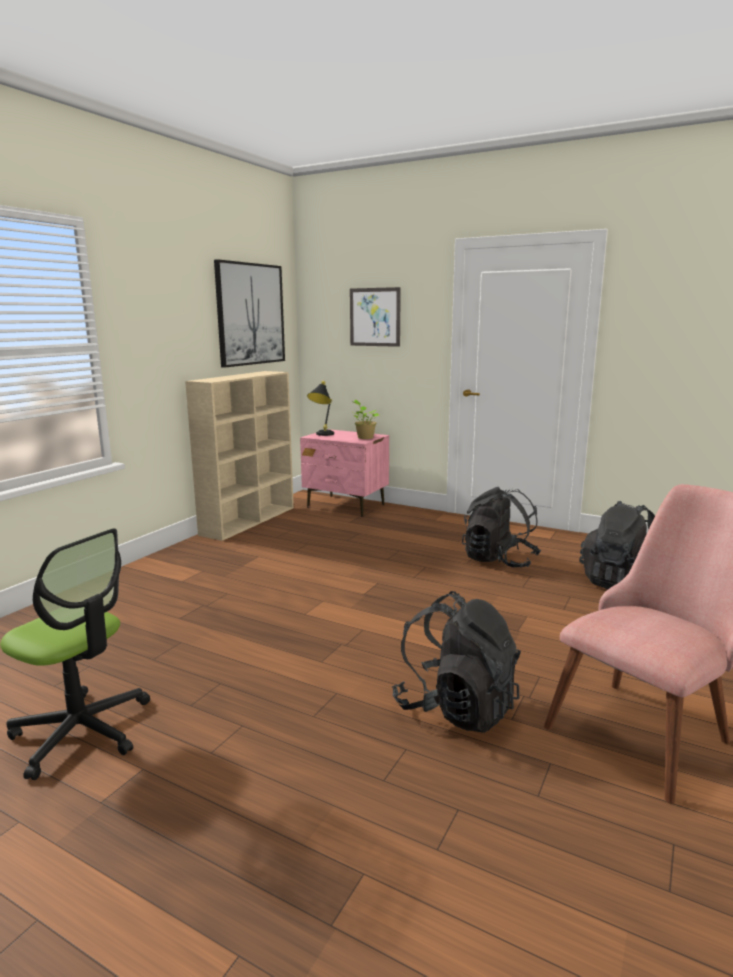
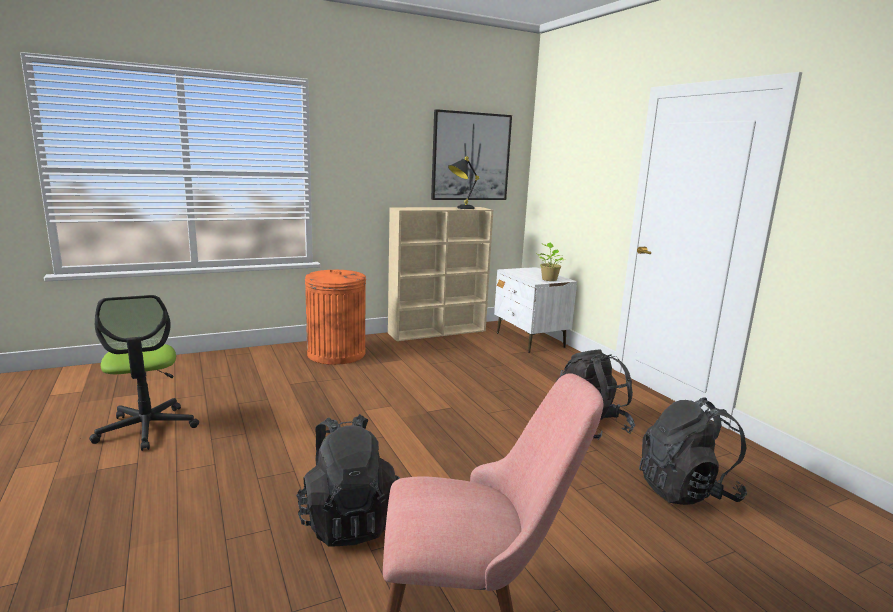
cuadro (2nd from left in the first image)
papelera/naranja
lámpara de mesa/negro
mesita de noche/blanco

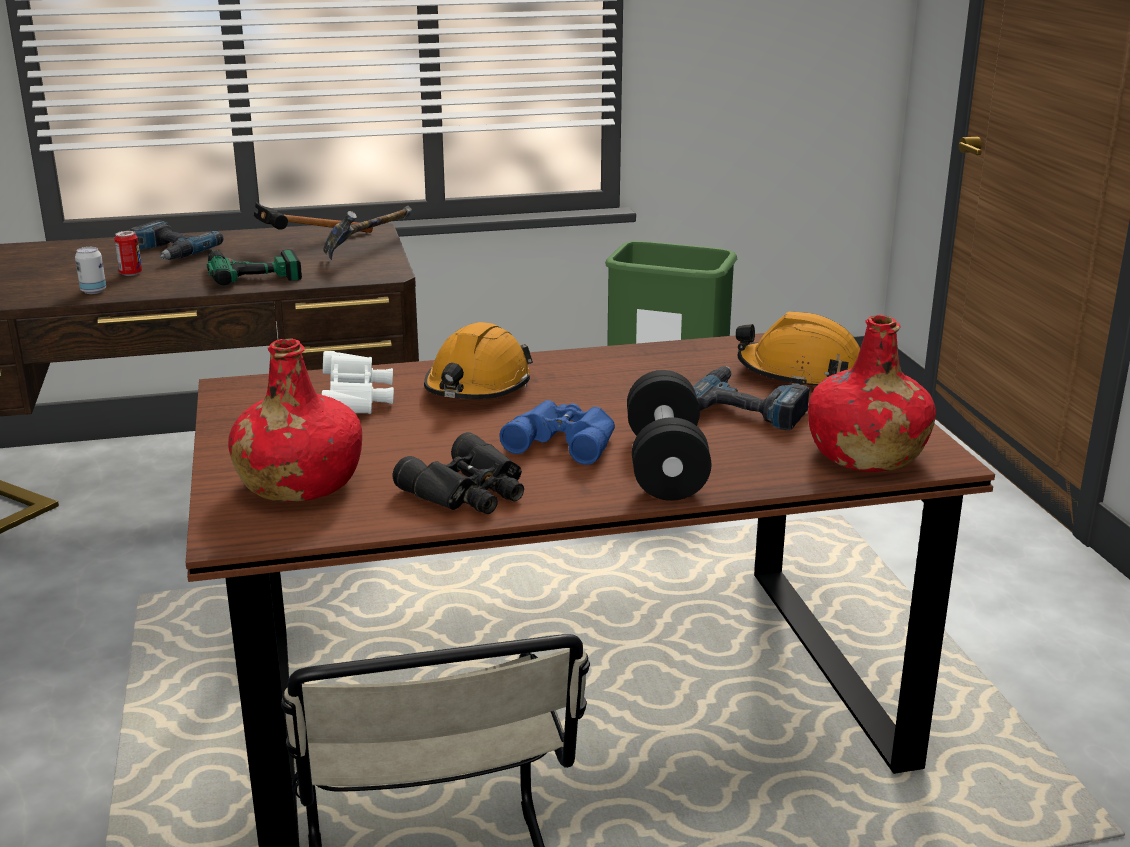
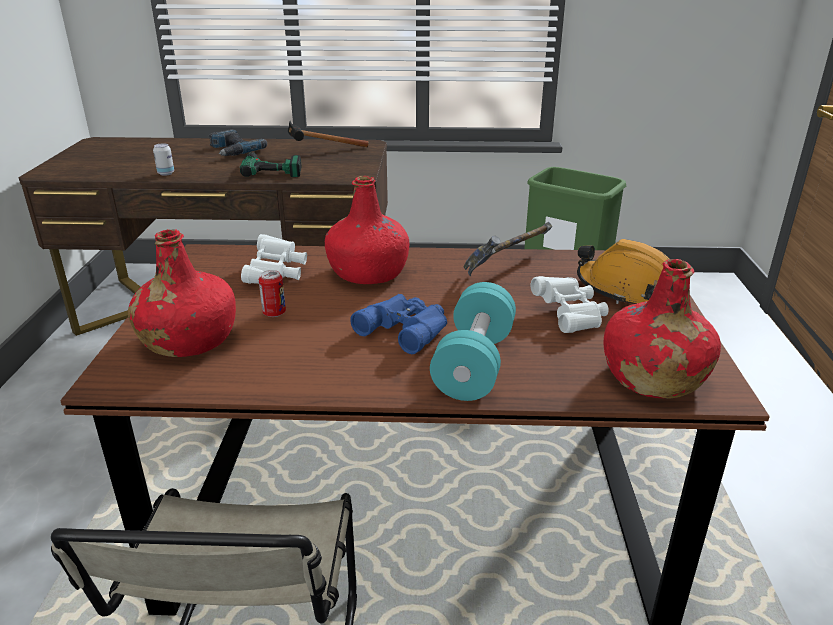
prismáticos/negro
lata (2nd from left)
martillo (2nd from left)
botella/rojo (2nd from left)
prismáticos/blanco (2nd from left)
mancuerna/turquesa

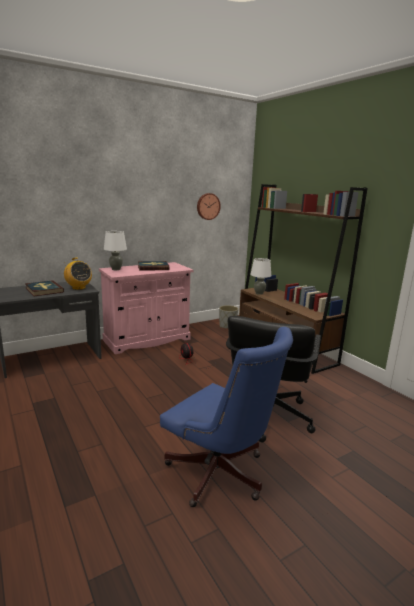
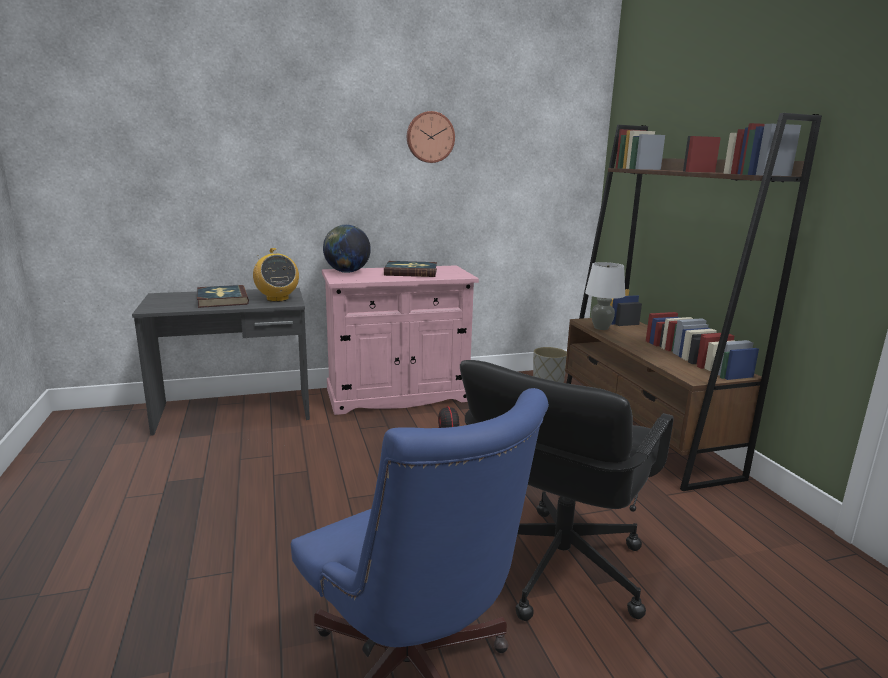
reloj de pared
globo terráqueo

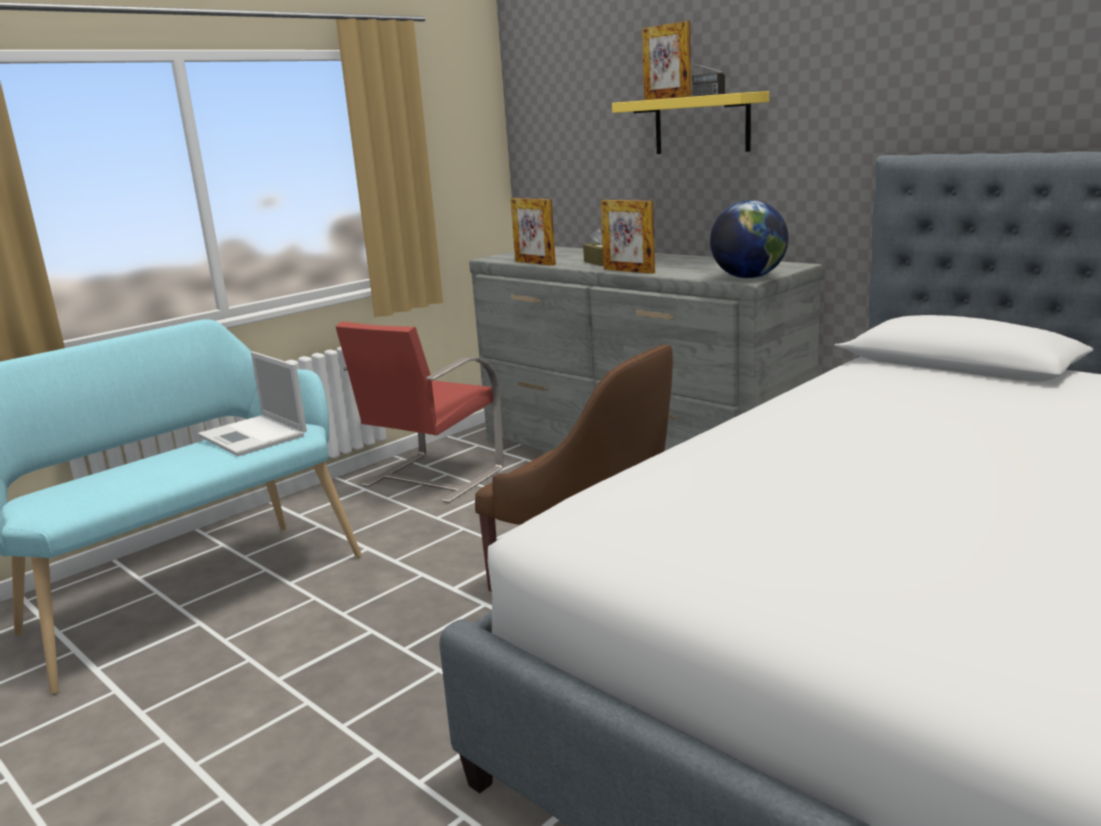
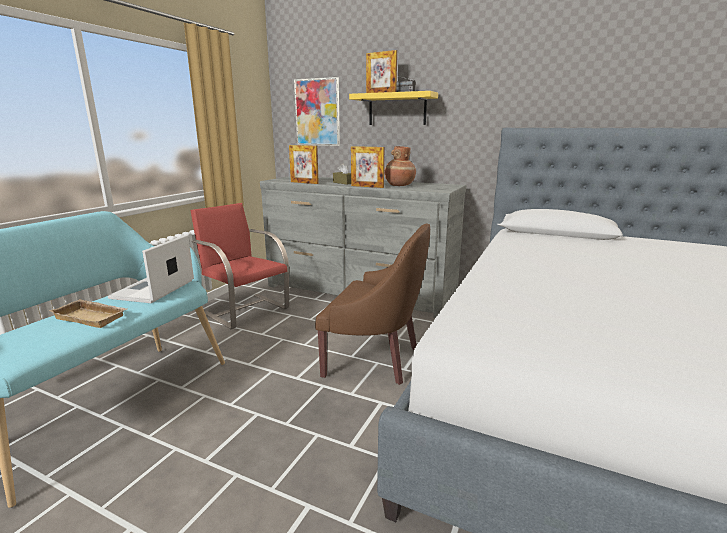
globo terráqueo
bandeja/beis
cuadro
florero/marrón
portátil
silla/rojo

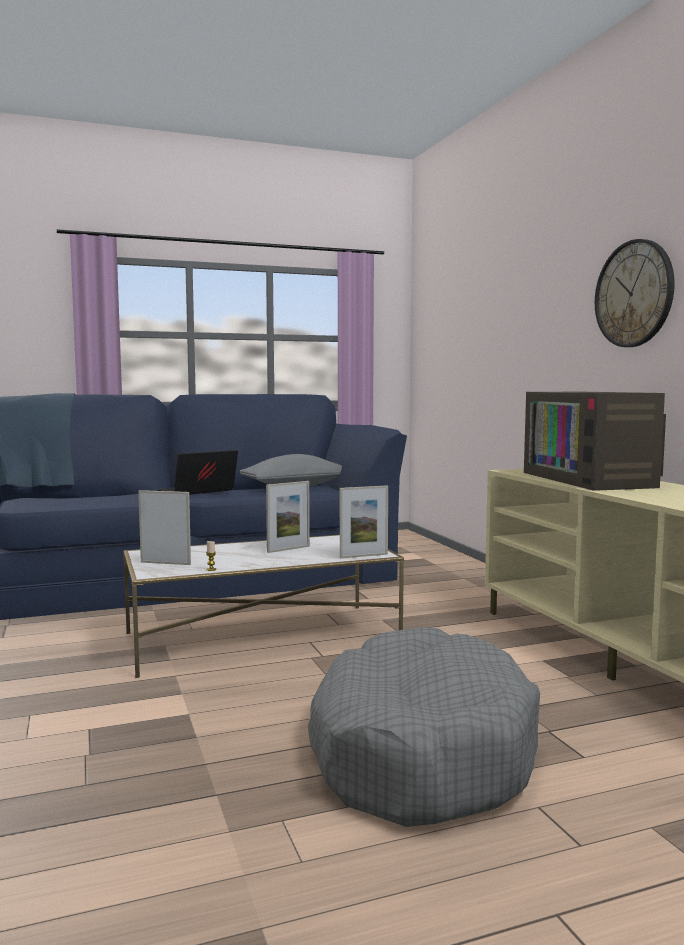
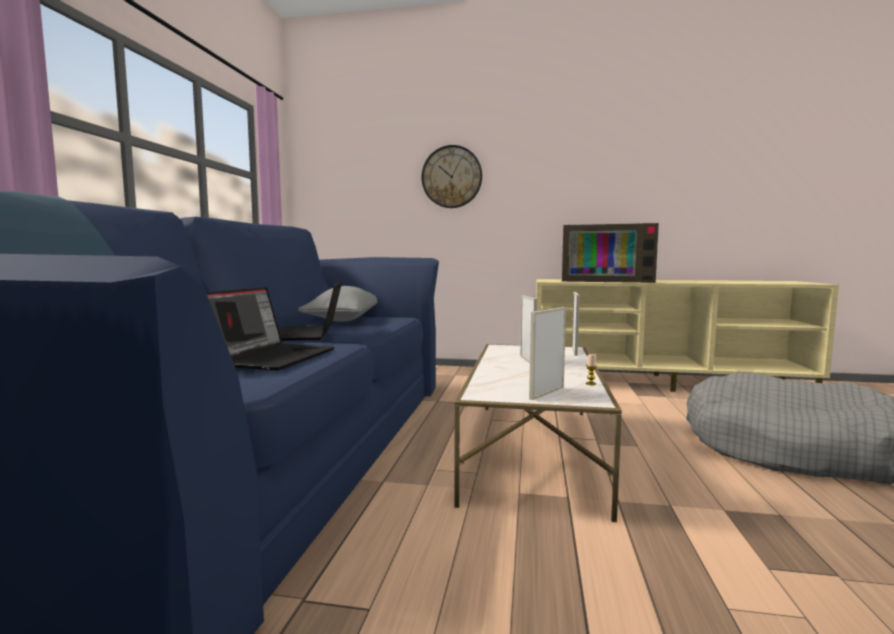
portátil (1st from left)
reloj de pared

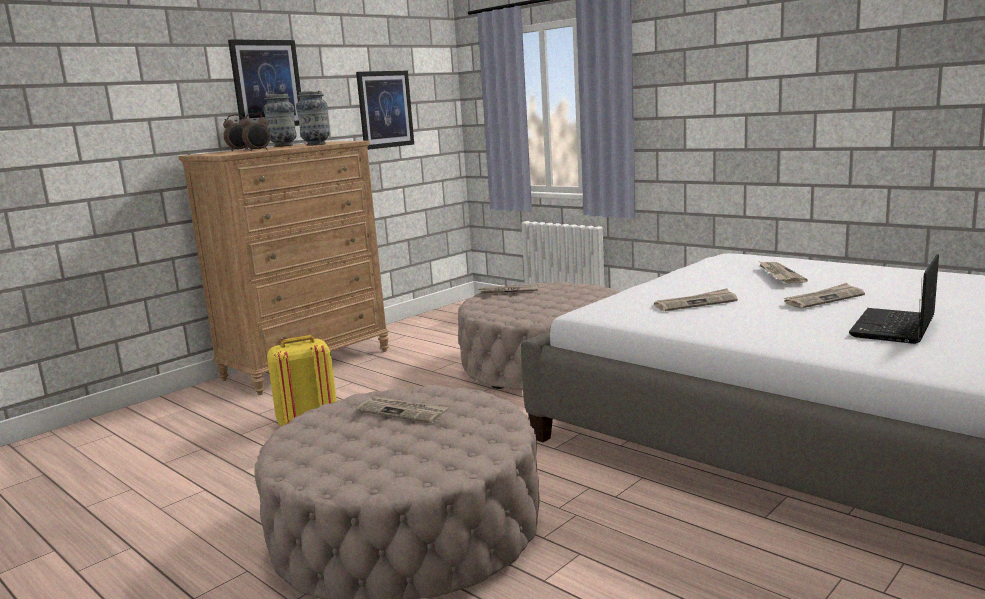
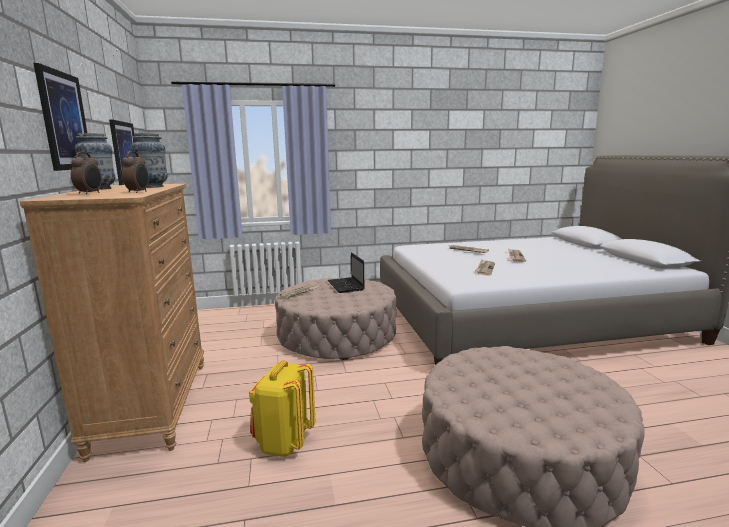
periódico (1st from left in the first image)
portátil

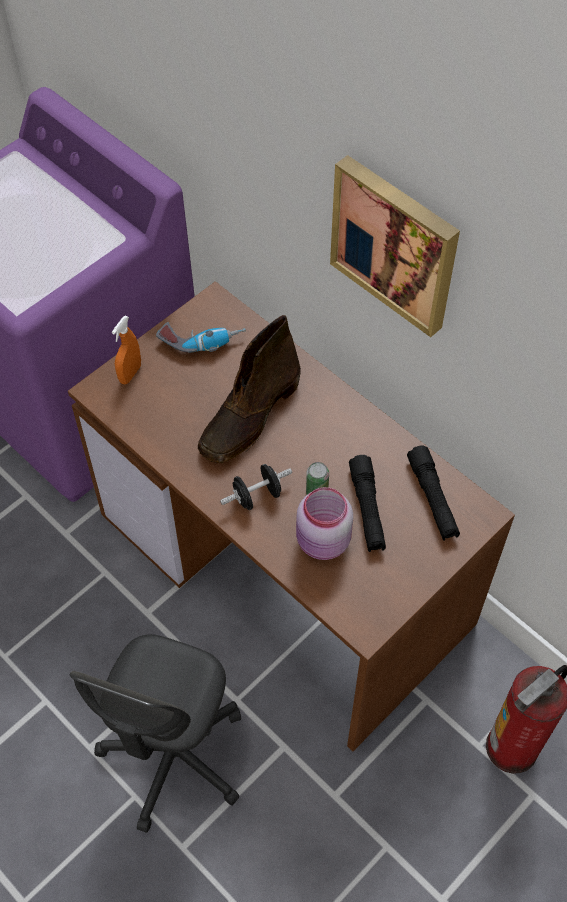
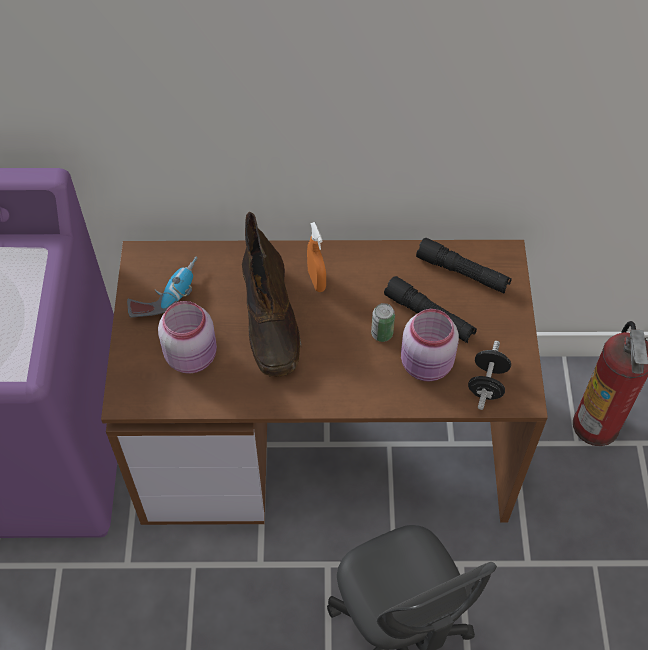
cuadro
tarro/rosa (1st from left)
pulverizador/naranja
mancuerna/negro

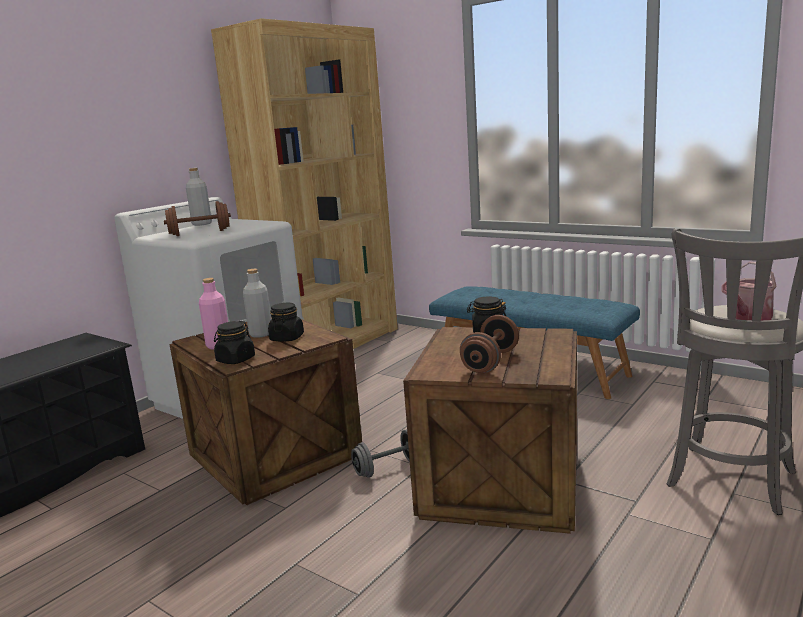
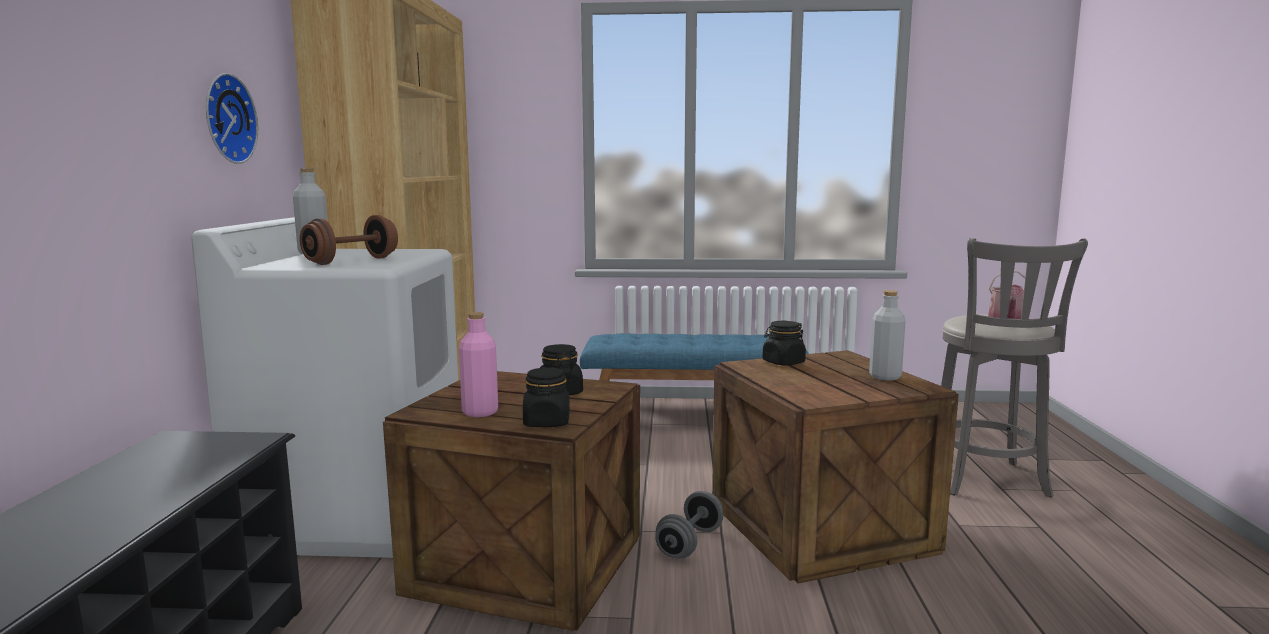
mancuerna/marrón (2nd from left in the first image)
reloj de pared
botella/gris (2nd from left)

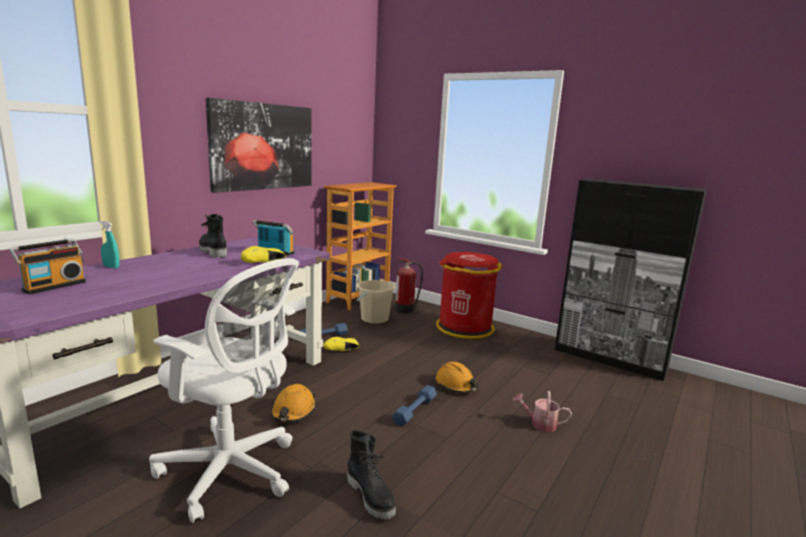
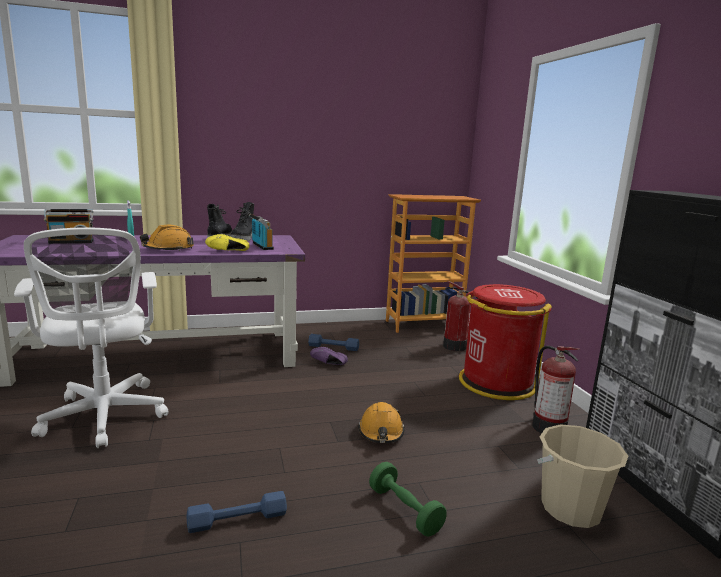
cuadro
extintor (2nd from left)
casco/naranja (1st from left)
bota/negro (2nd from left)
cubo/beis
mancuerna/azul (1st from left)
mancuerna/verde
zapato/morado

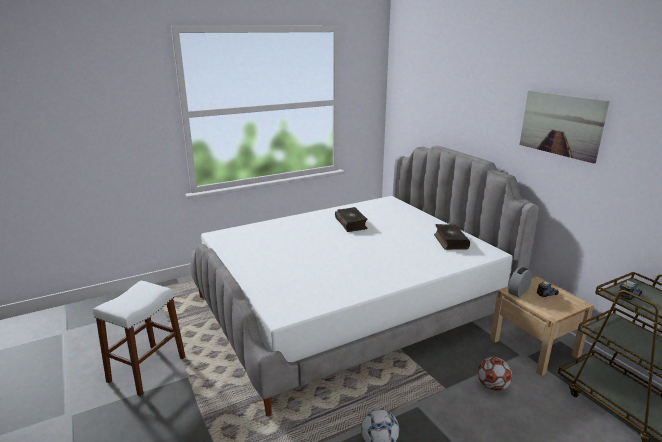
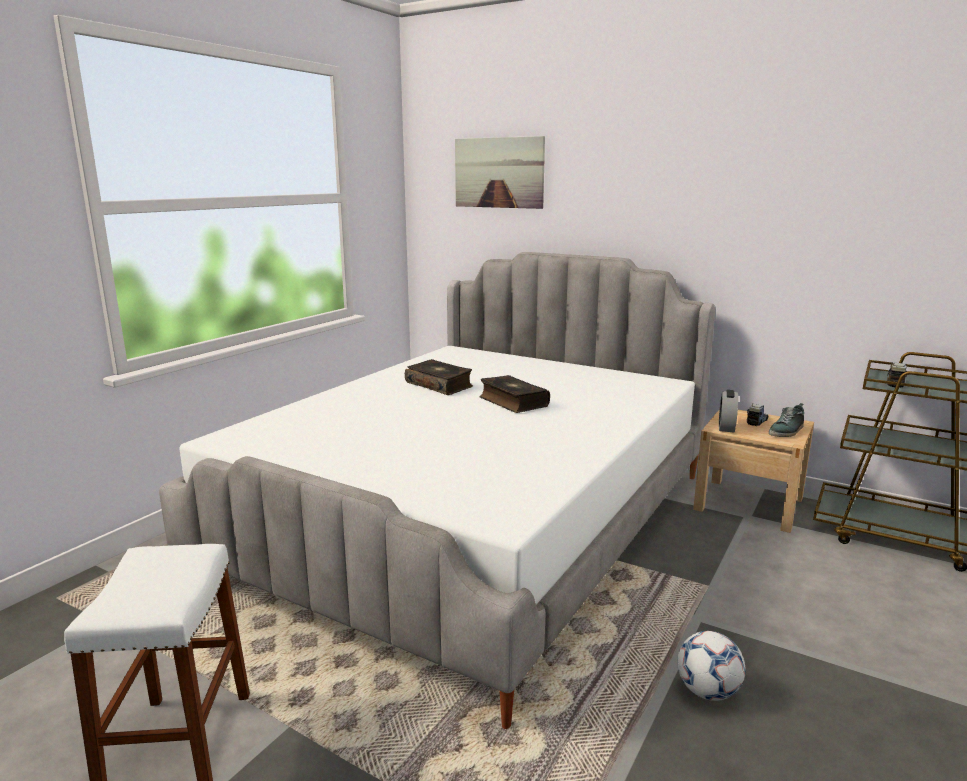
balón de fútbol (2nd from left in the first image)
zapato
libro (2nd from left)
cuadro

